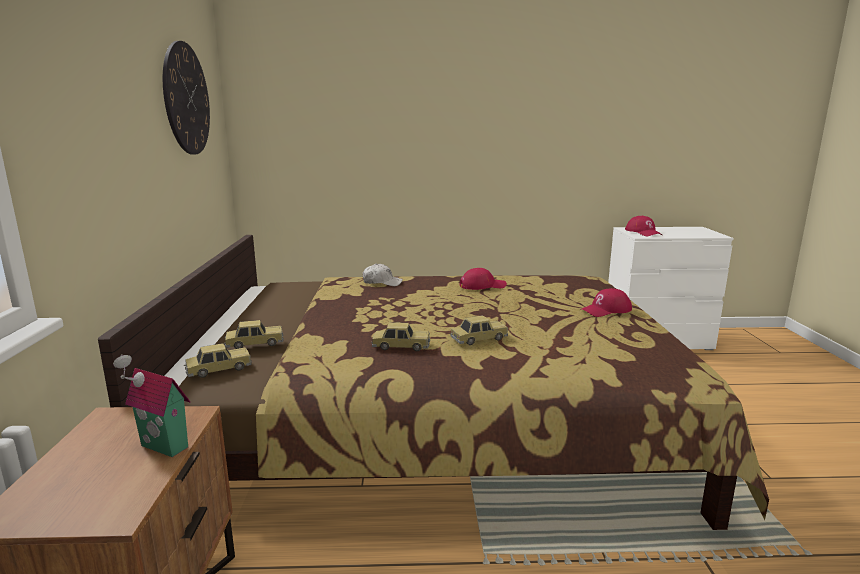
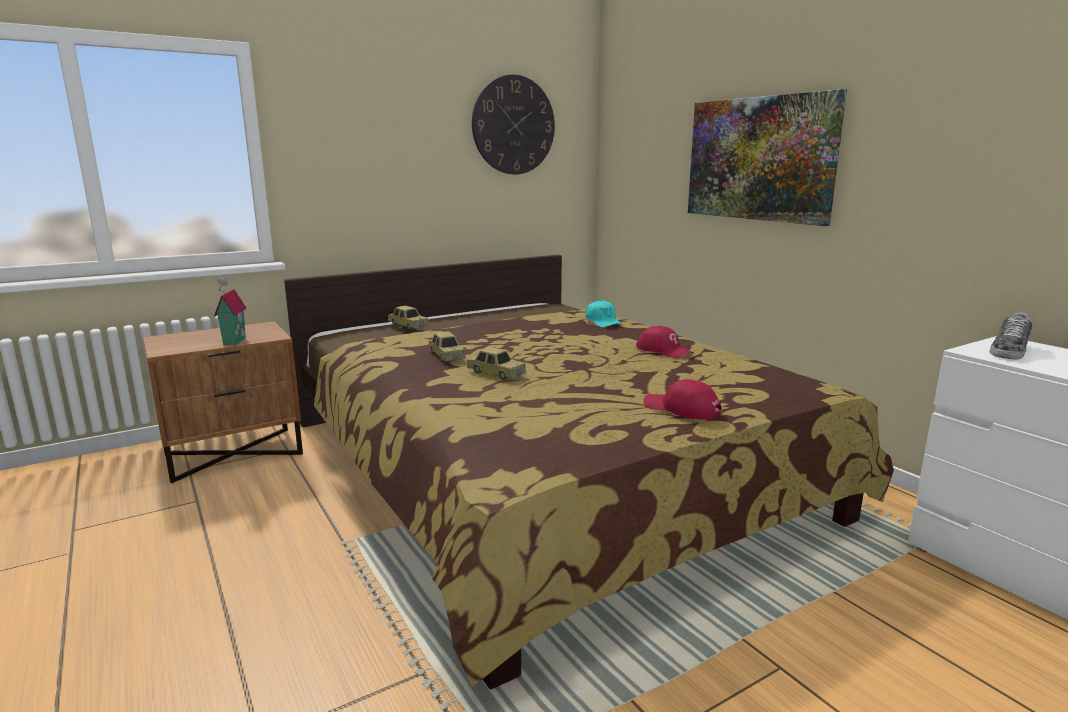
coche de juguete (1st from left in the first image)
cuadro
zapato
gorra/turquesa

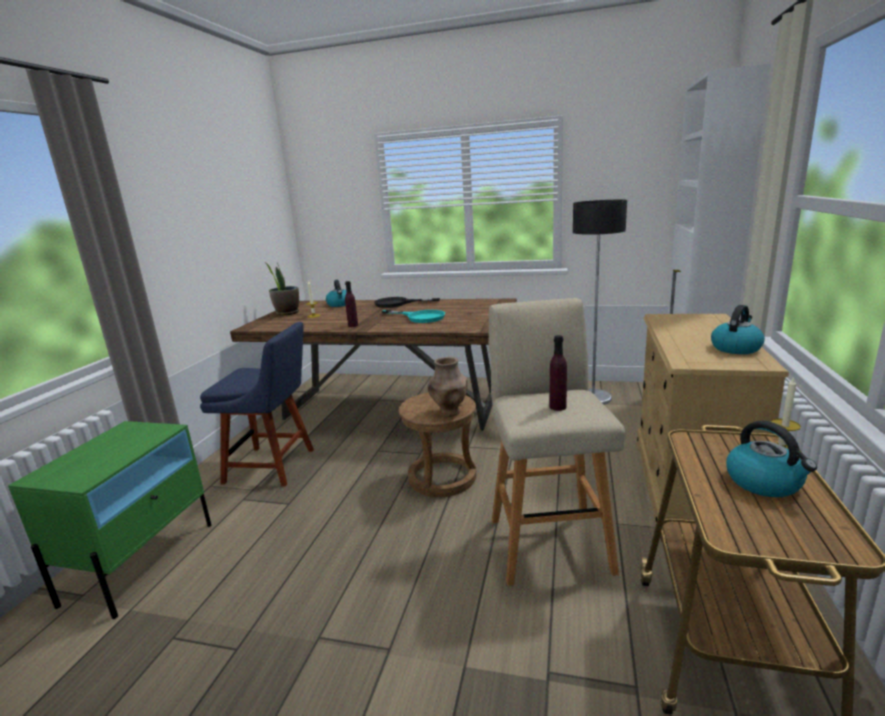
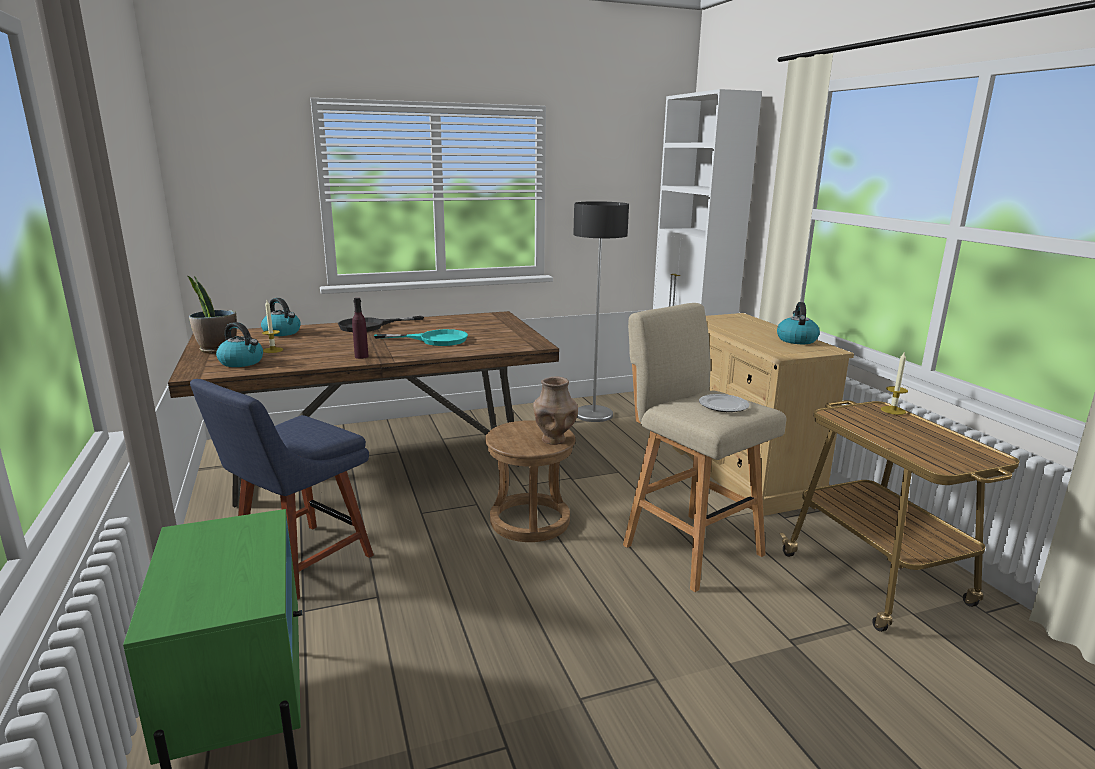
hervidor (1st from left)
plato
silla/azul

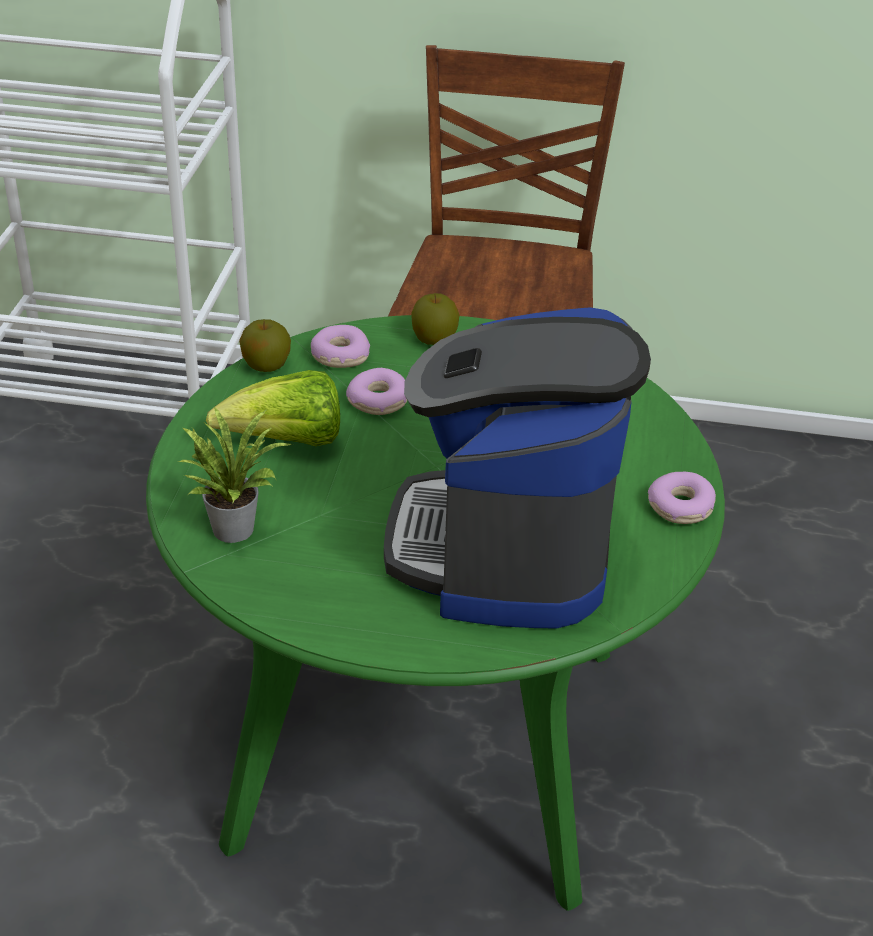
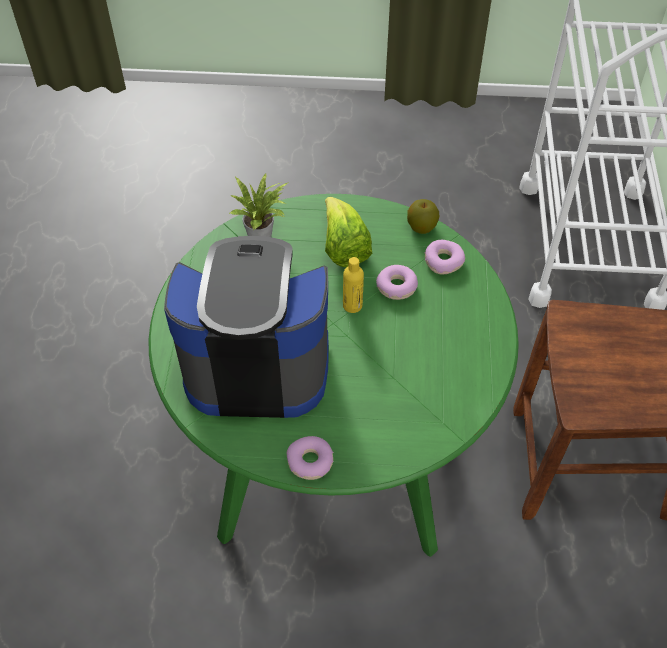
manzana (2nd from left in the first image)
botella/amarillo

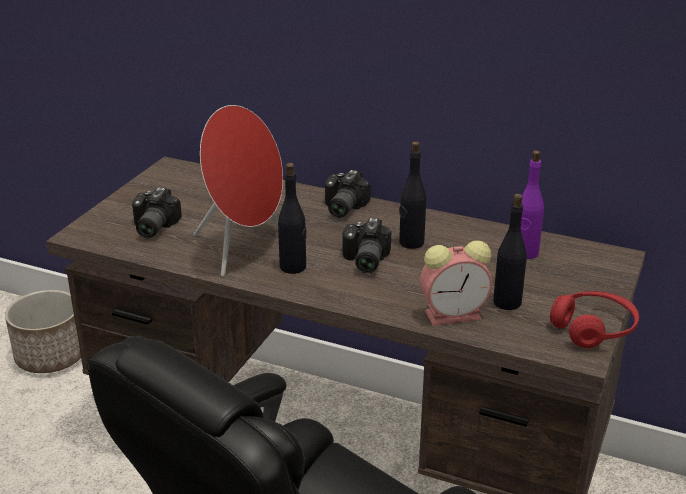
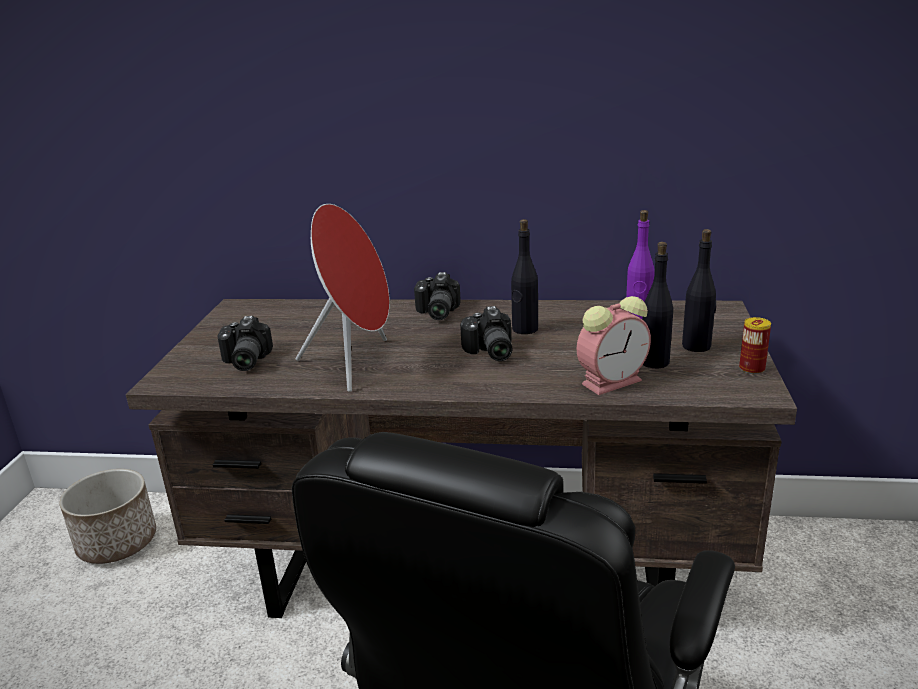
botella/negro (3rd from left)
lata

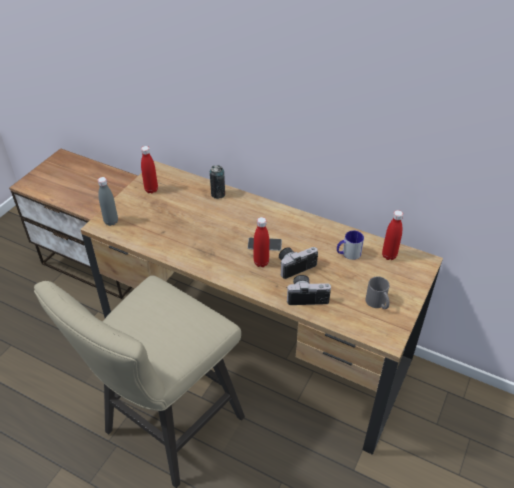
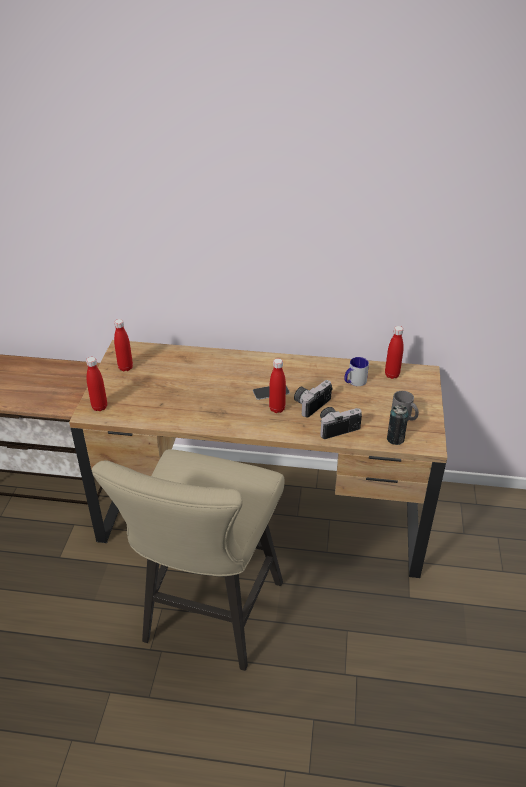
lata
botella/rojo (1st from left)

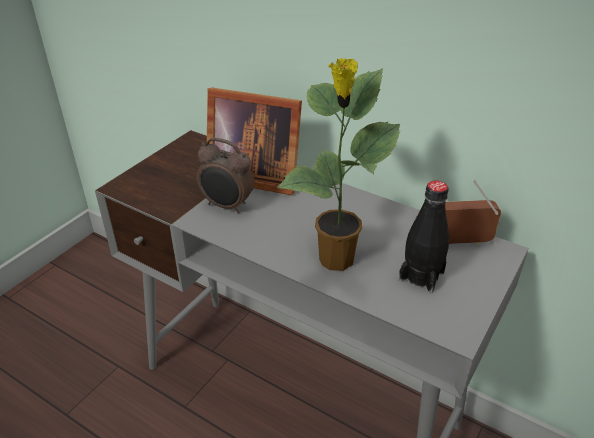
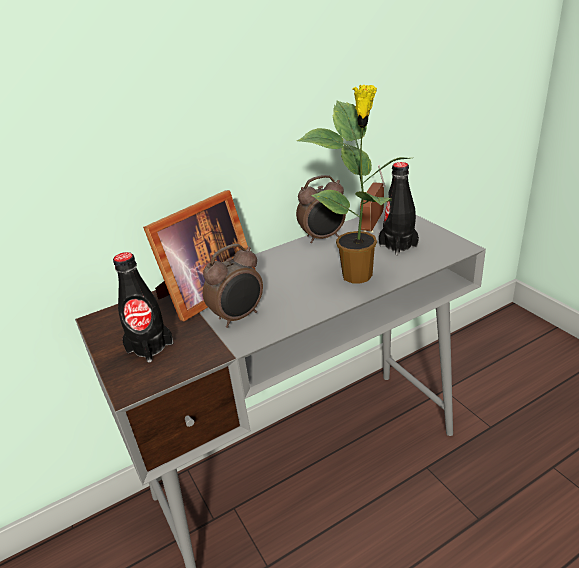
botella/negro (1st from left)
despertador (2nd from left)

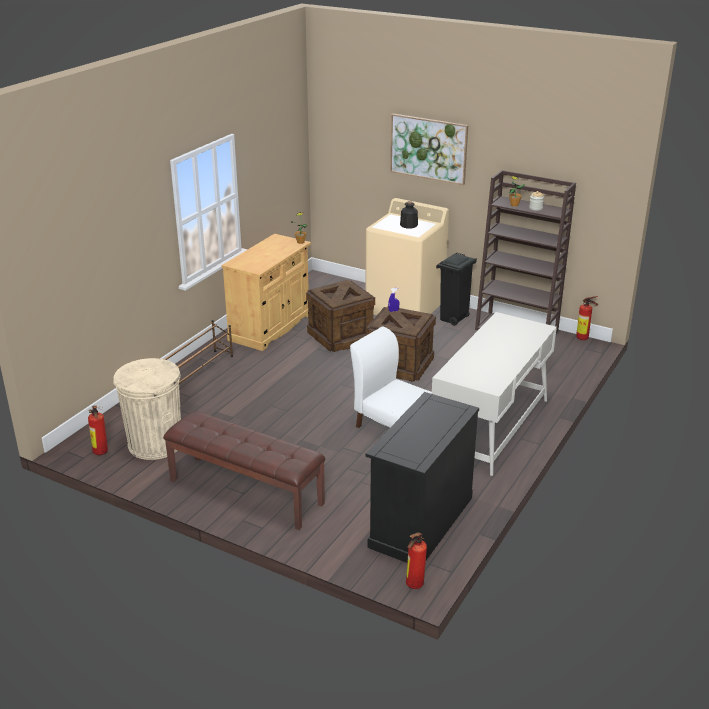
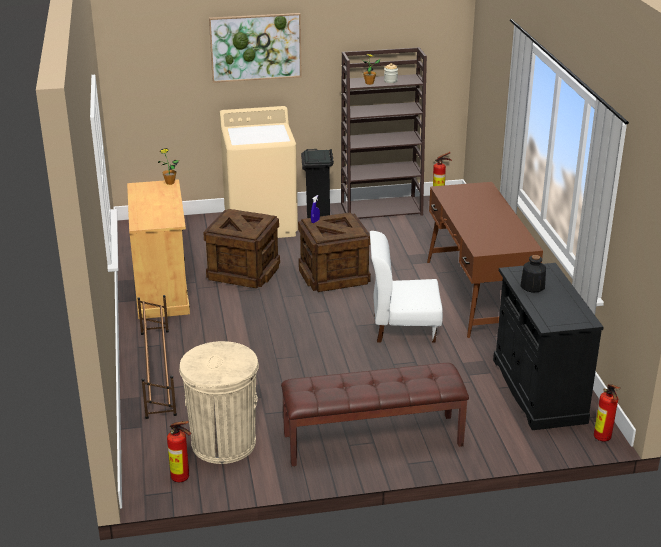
botella
escritorio/marrón

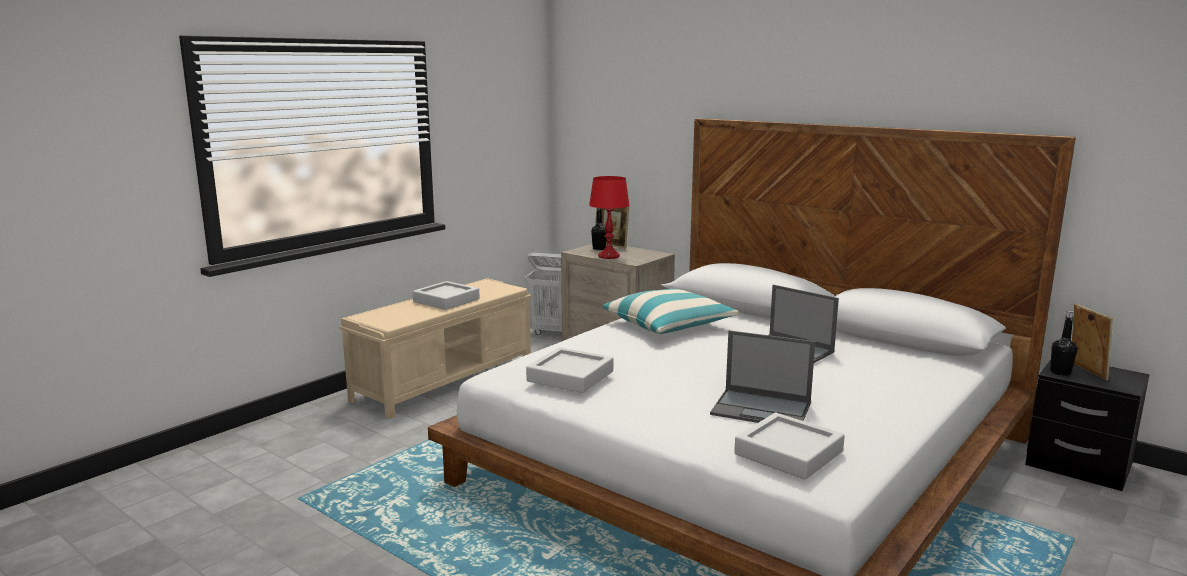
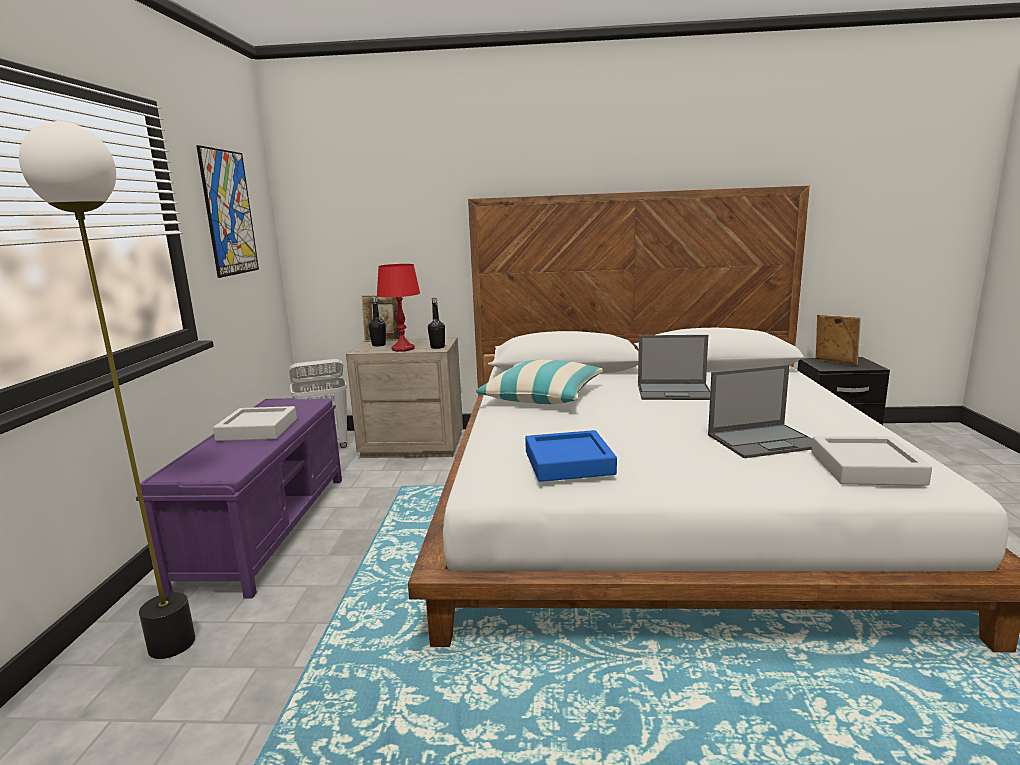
lámpara de pie
cuadro
botella/negro (2nd from left)
banco/morado
bandeja/azul

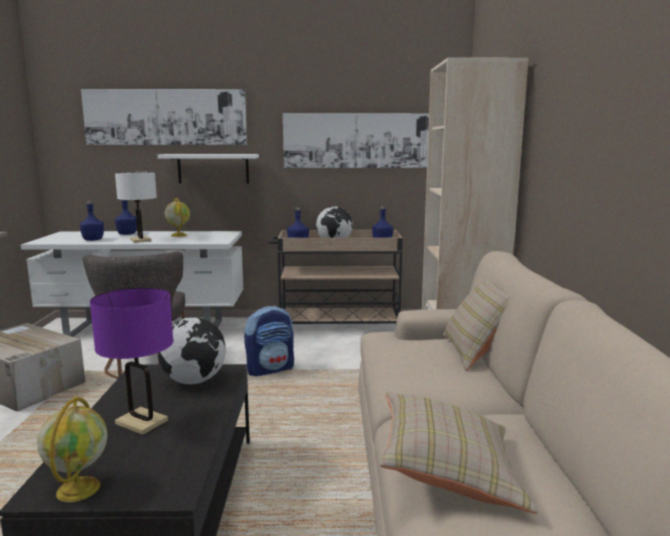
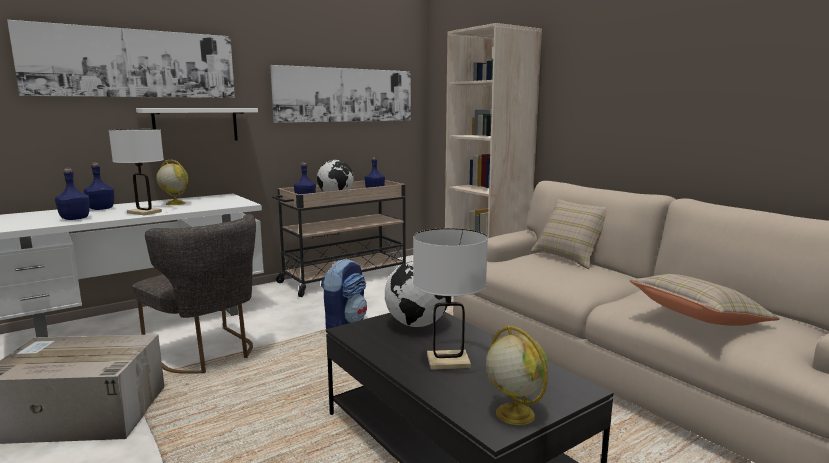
lámpara de mesa/blanco (2nd from left)

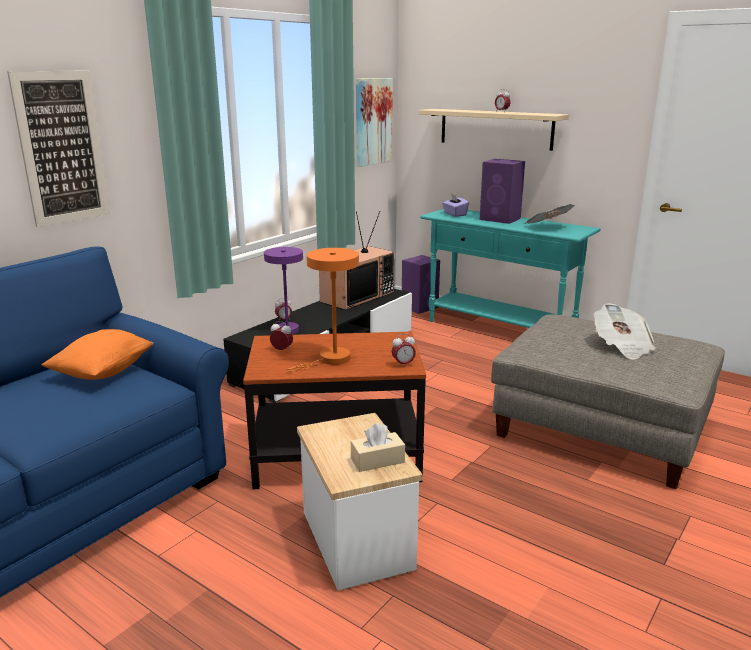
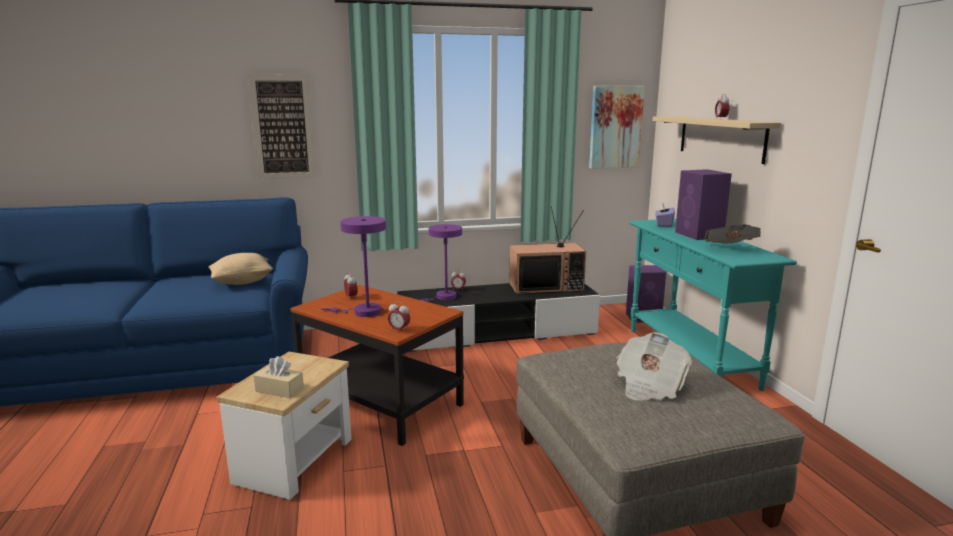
cojín/beis
lámpara de mesa/morado (1st from left)

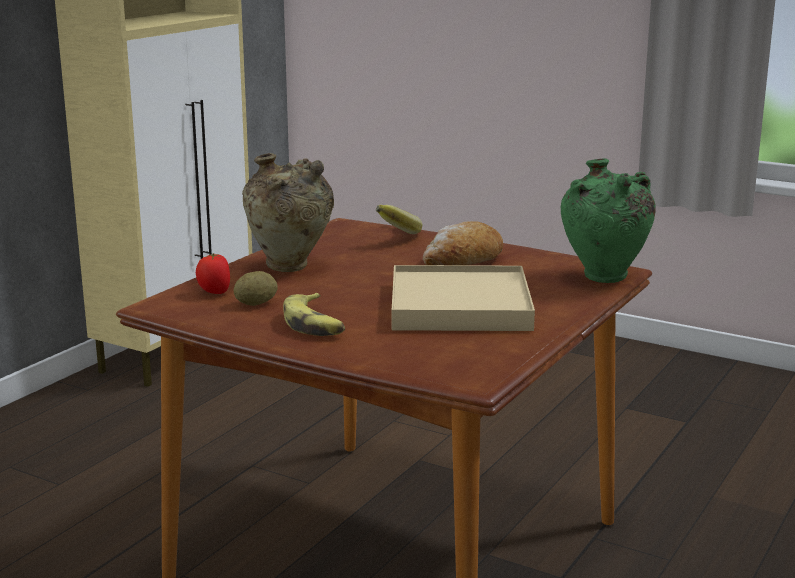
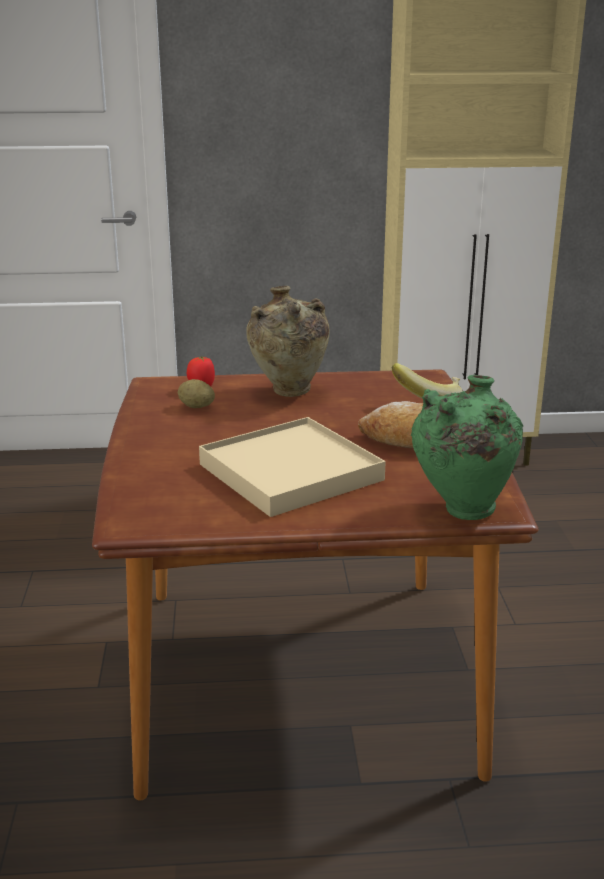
plátano (1st from left in the first image)

